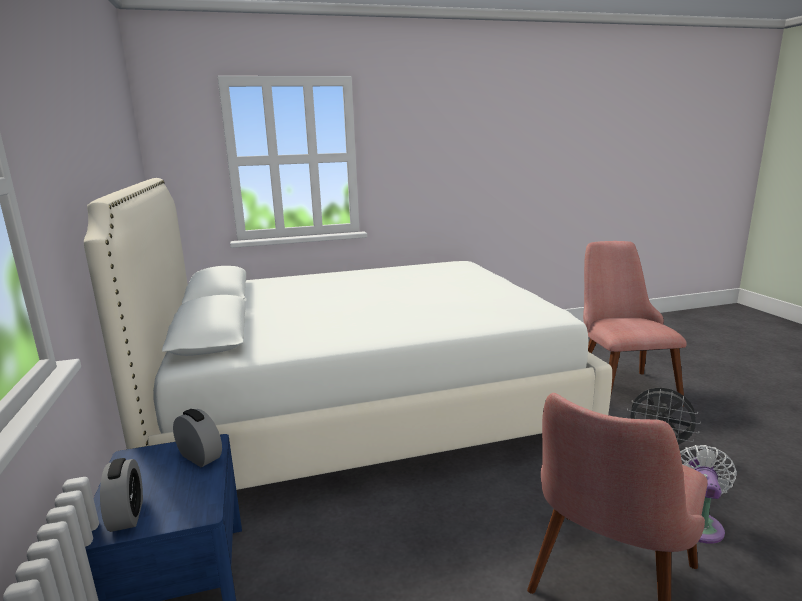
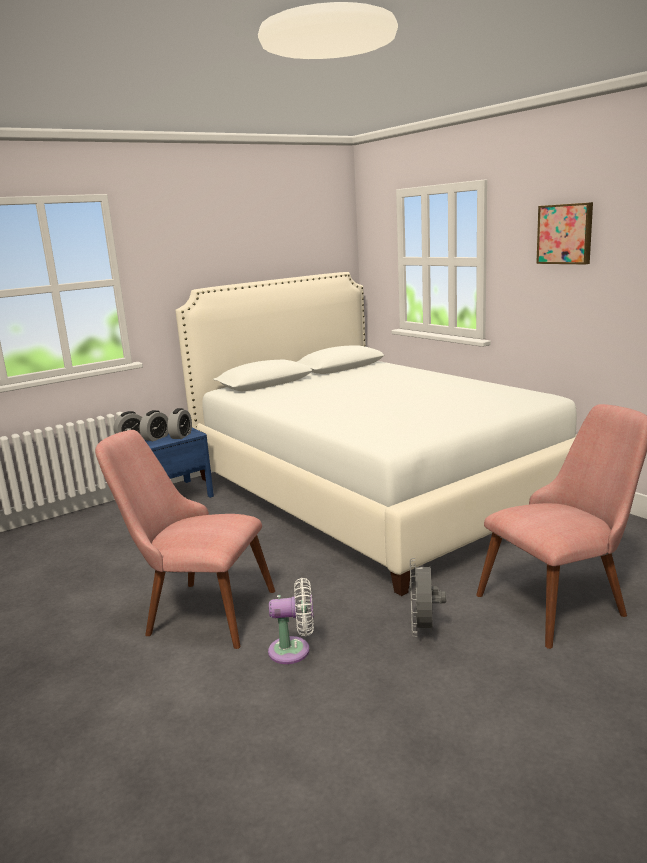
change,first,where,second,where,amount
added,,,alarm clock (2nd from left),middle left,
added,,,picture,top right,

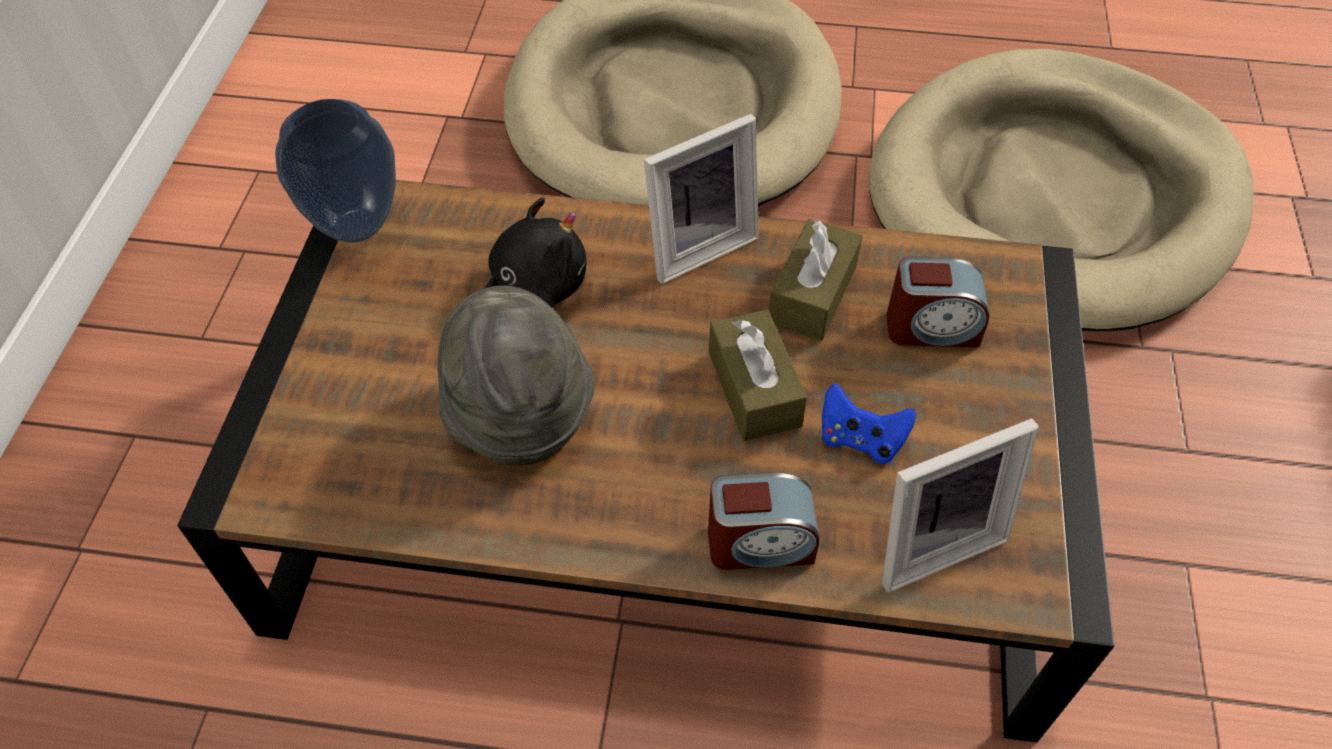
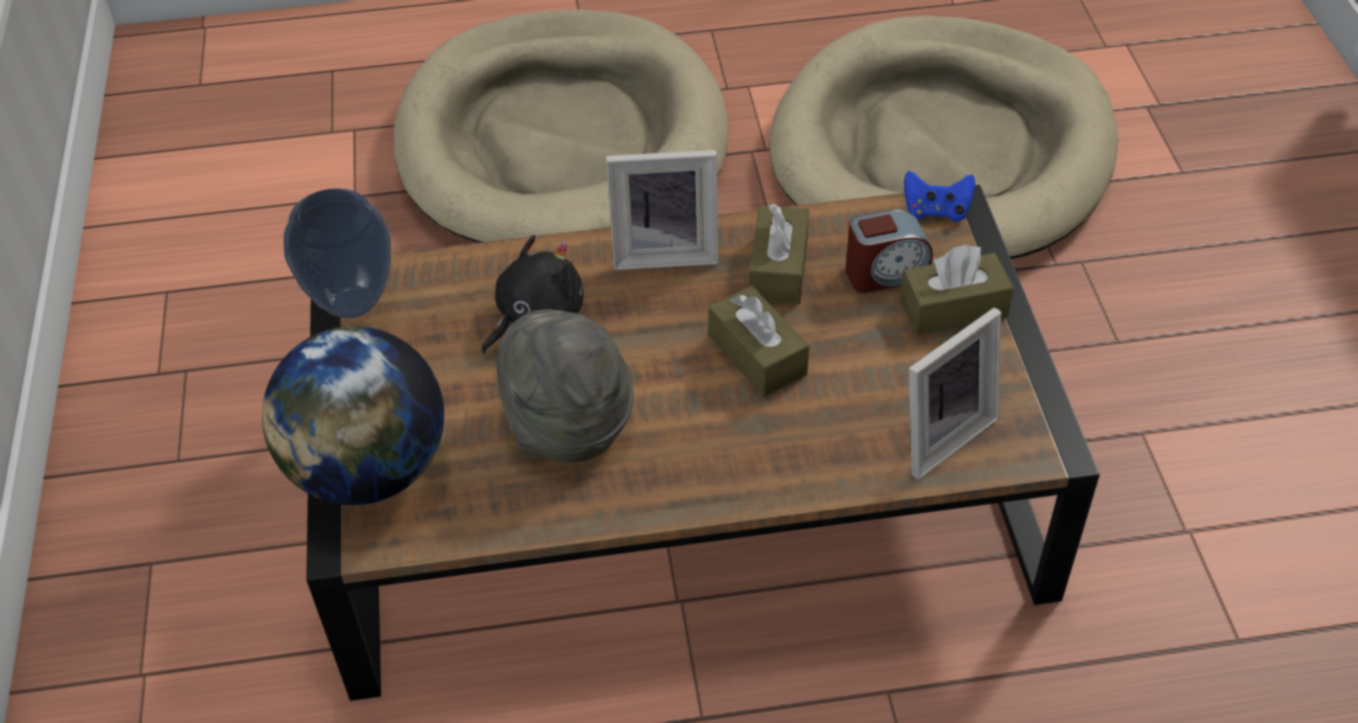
change,first,where,second,where,amount
removed,alarm clock (1st from left),bottom centre,,,
added,,,globe,middle left,
added,,,tissue box (brown) (3rd from left),middle right,
moved,game controller (blue),centre,,top right,
turned,picture frame (1st from left),top centre,,top centre,45 degrees clockwise

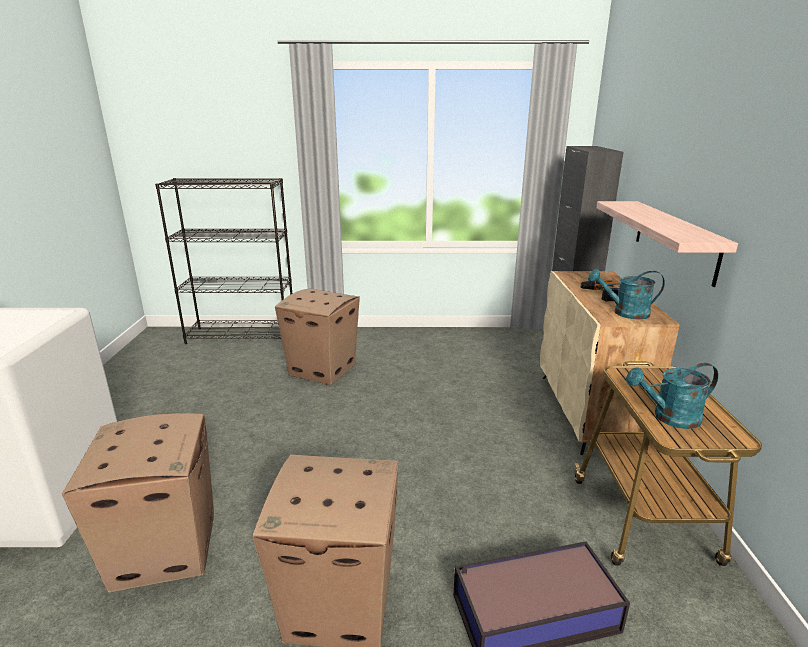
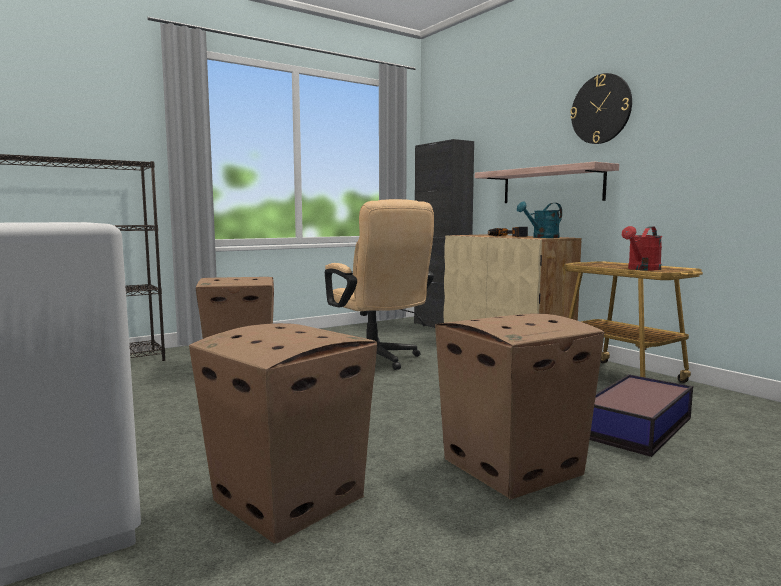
change,first,where,second,where,amount
added,,,office chair (beige),centre,
added,,,wall clock,top right,
recoloured,watering can (turquoise) (2nd from left),middle right,watering can (red),middle right,

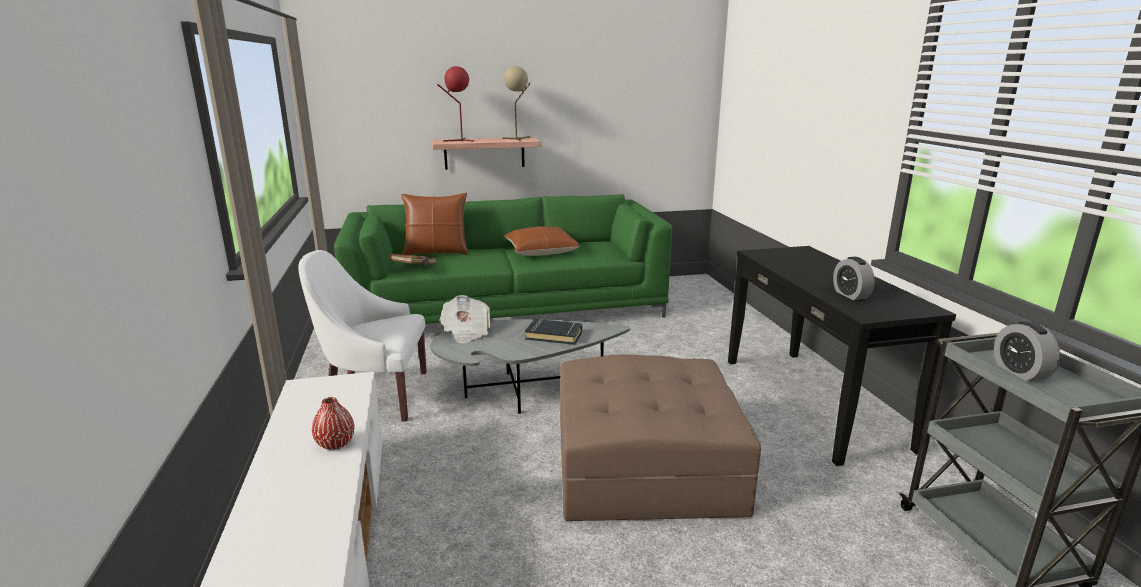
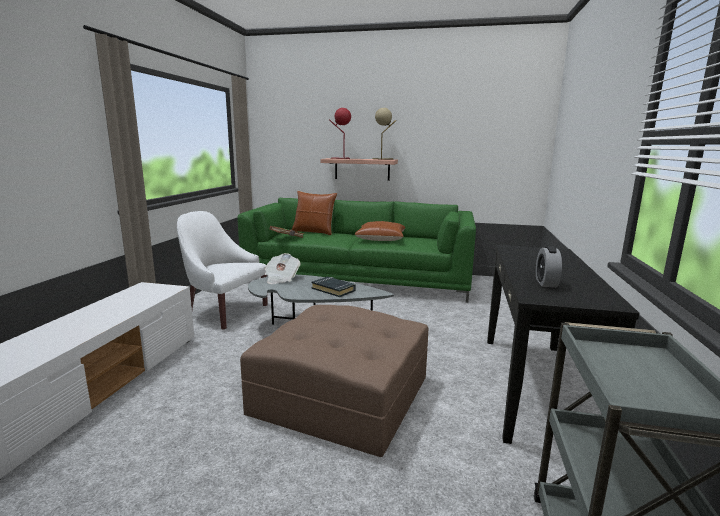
change,first,where,second,where,amount
removed,vase (red),bottom left,,,
removed,alarm clock (2nd from left),middle right,,,

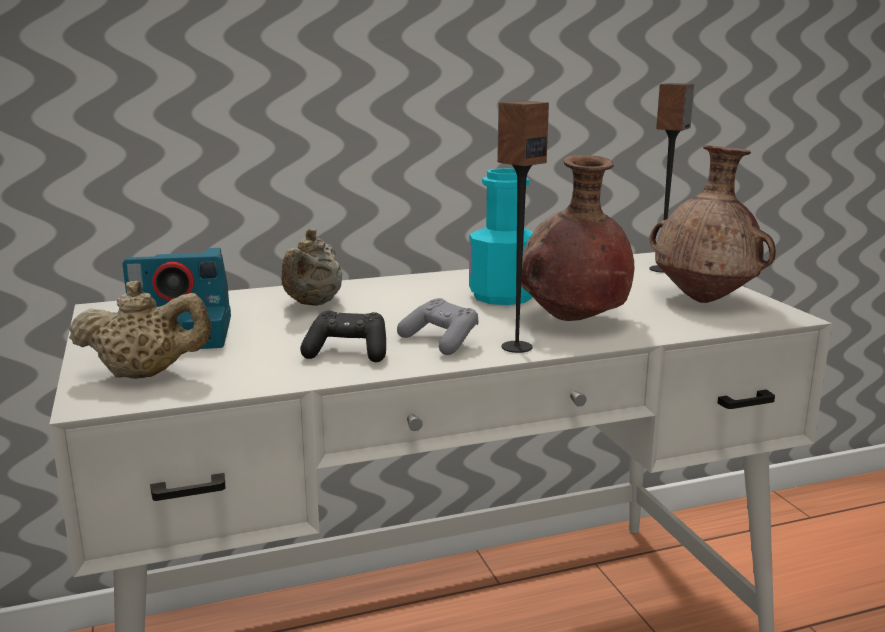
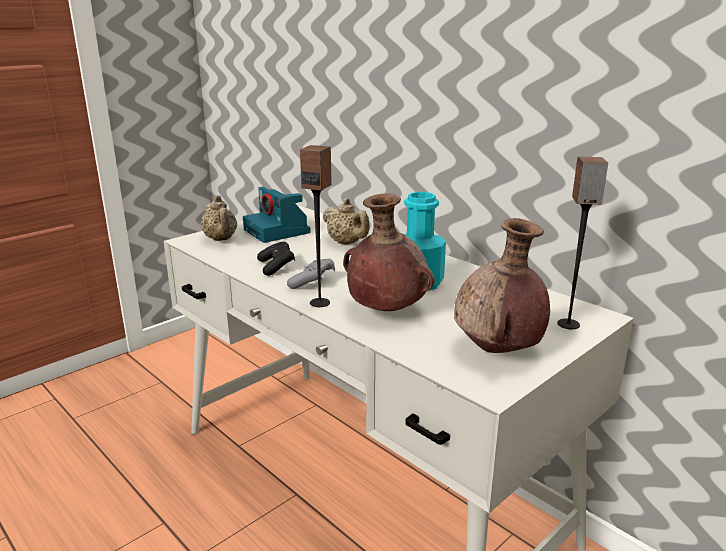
change,first,where,second,where,amount
turned,teapot (beige) (2nd from left),centre,,centre,120 degrees counterclockwise

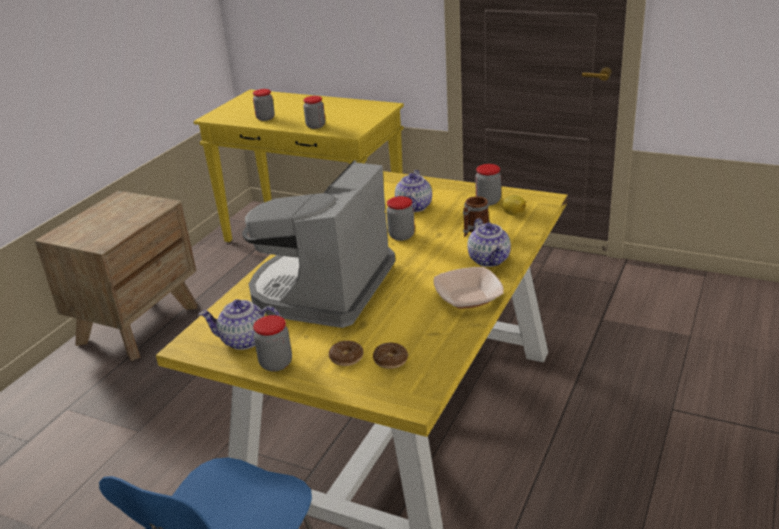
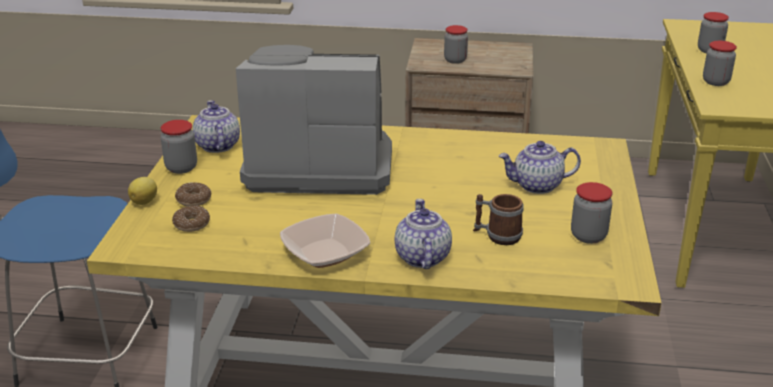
change,first,where,second,where,amount
moved,jar (4th from left in the first image),centre,jar (2nd from left),top centre,
moved,lemon,centre,,middle left,
turned,teapot (3rd from left in the first image),centre,teapot (2nd from left),centre,120 degrees clockwise

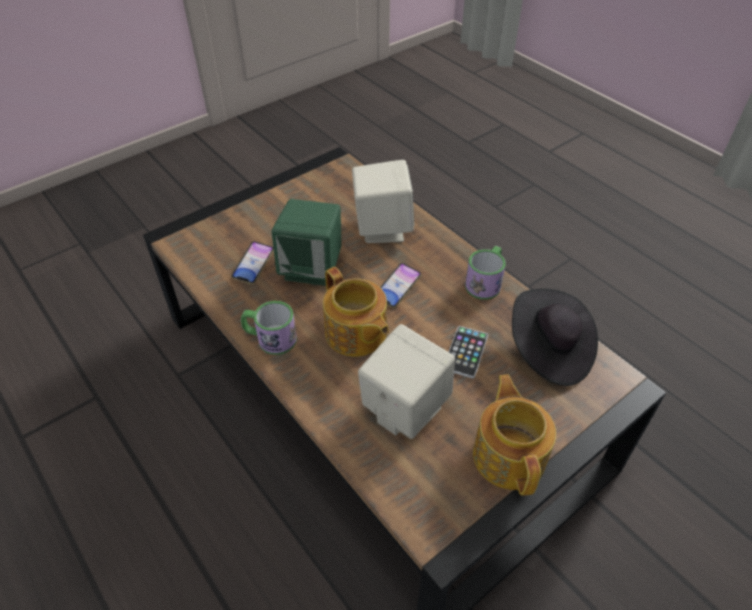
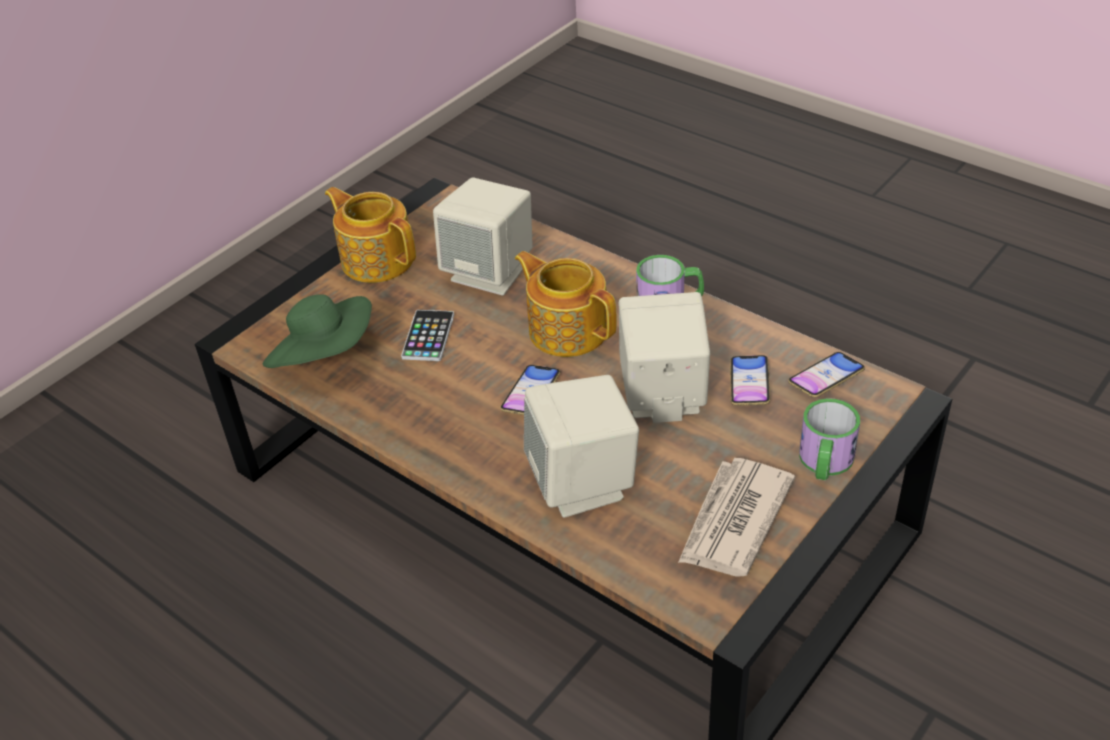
change,first,where,second,where,amount
added,,,newspaper,bottom centre,
added,,,phone (4th from left),middle right,
moved,mug (2nd from left),centre,,middle right,
recoloured,speaker (green),centre,speaker (beige) (3rd from left),centre,
recoloured,hat (black),middle right,hat (green),middle left,
turned,teapot (2nd from left in the first image),bottom right,teapot (1st from left),top centre,150 degrees clockwise

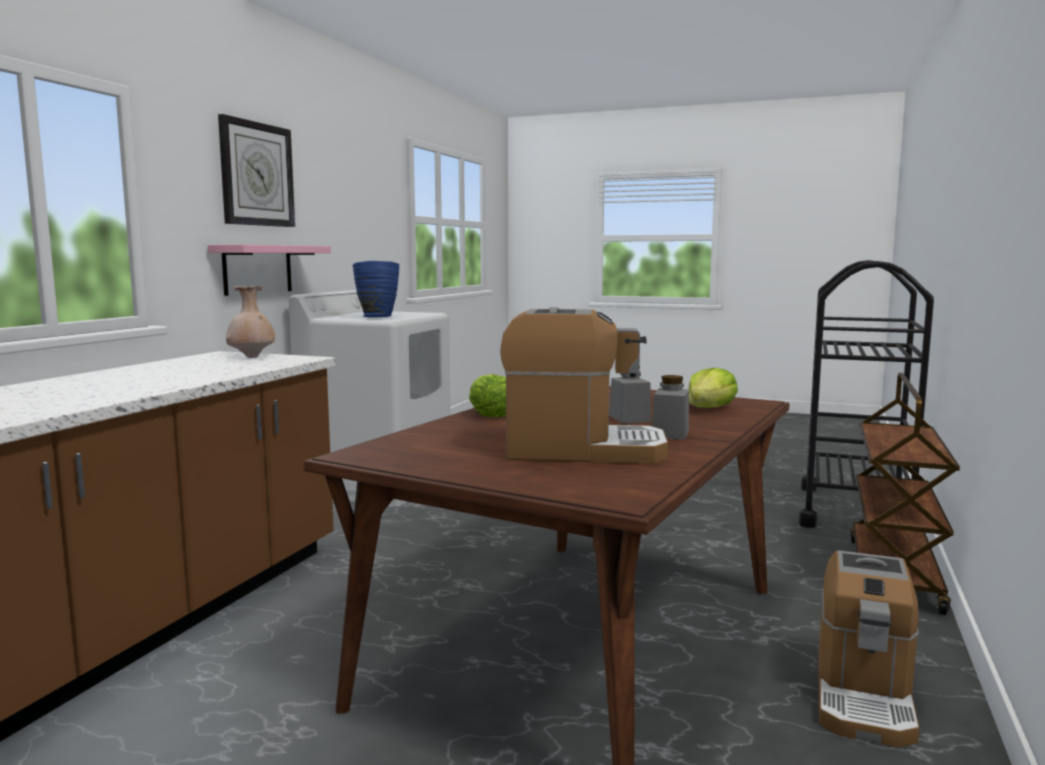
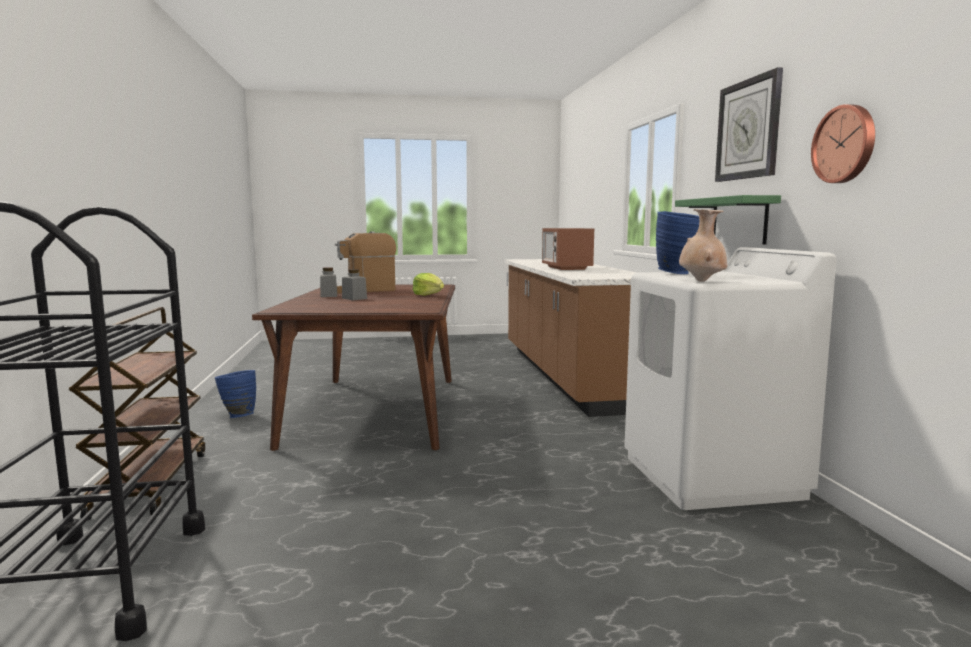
change,first,where,second,where,amount
removed,lettuce (2nd from left),middle right,,,
added,,,microwave,centre,
added,,,wall clock (2nd from left),top right,
moved,vase (beige),middle left,,middle right,
replaced,coffee machine (2nd from left),bottom right,vase (blue) (1st from left),middle left,
recoloured,shelf (pink),middle left,shelf (green),middle right,

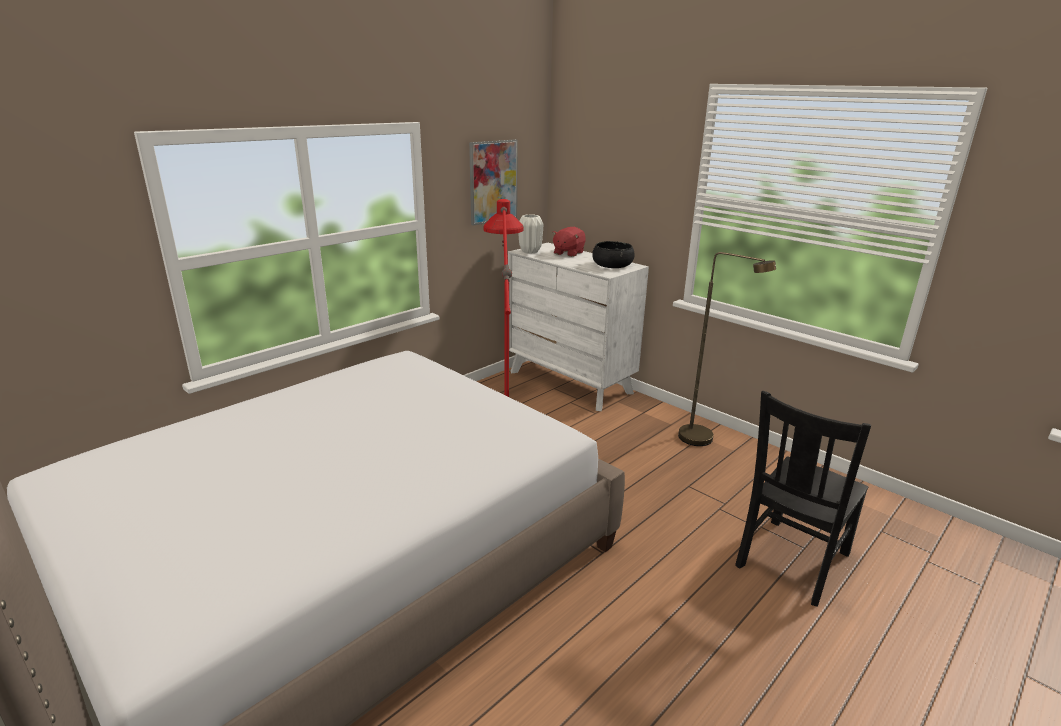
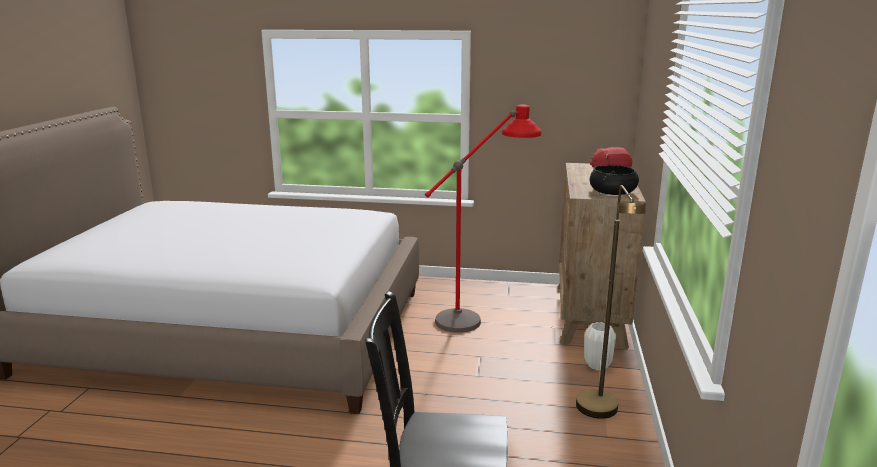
change,first,where,second,where,amount
removed,picture,top centre,,,
moved,vase (white),top centre,,bottom right,
recoloured,dresser (white),centre,dresser (brown),middle right,

